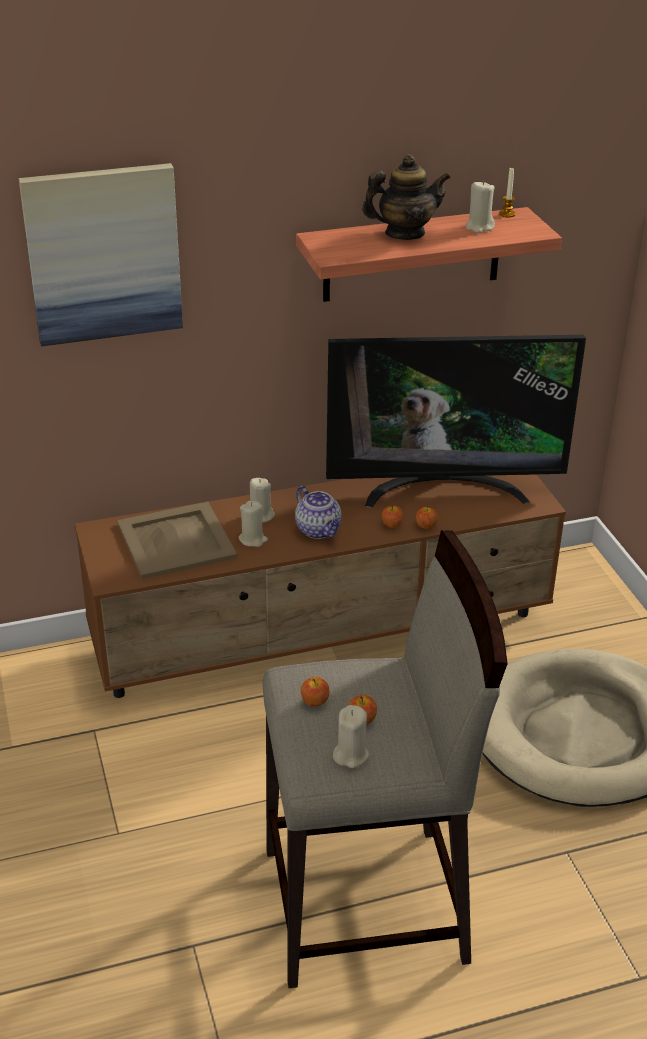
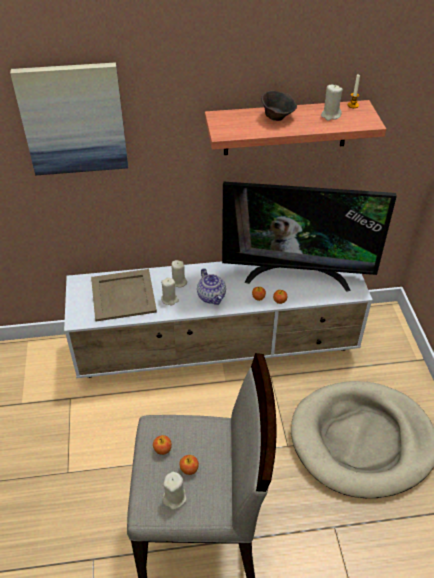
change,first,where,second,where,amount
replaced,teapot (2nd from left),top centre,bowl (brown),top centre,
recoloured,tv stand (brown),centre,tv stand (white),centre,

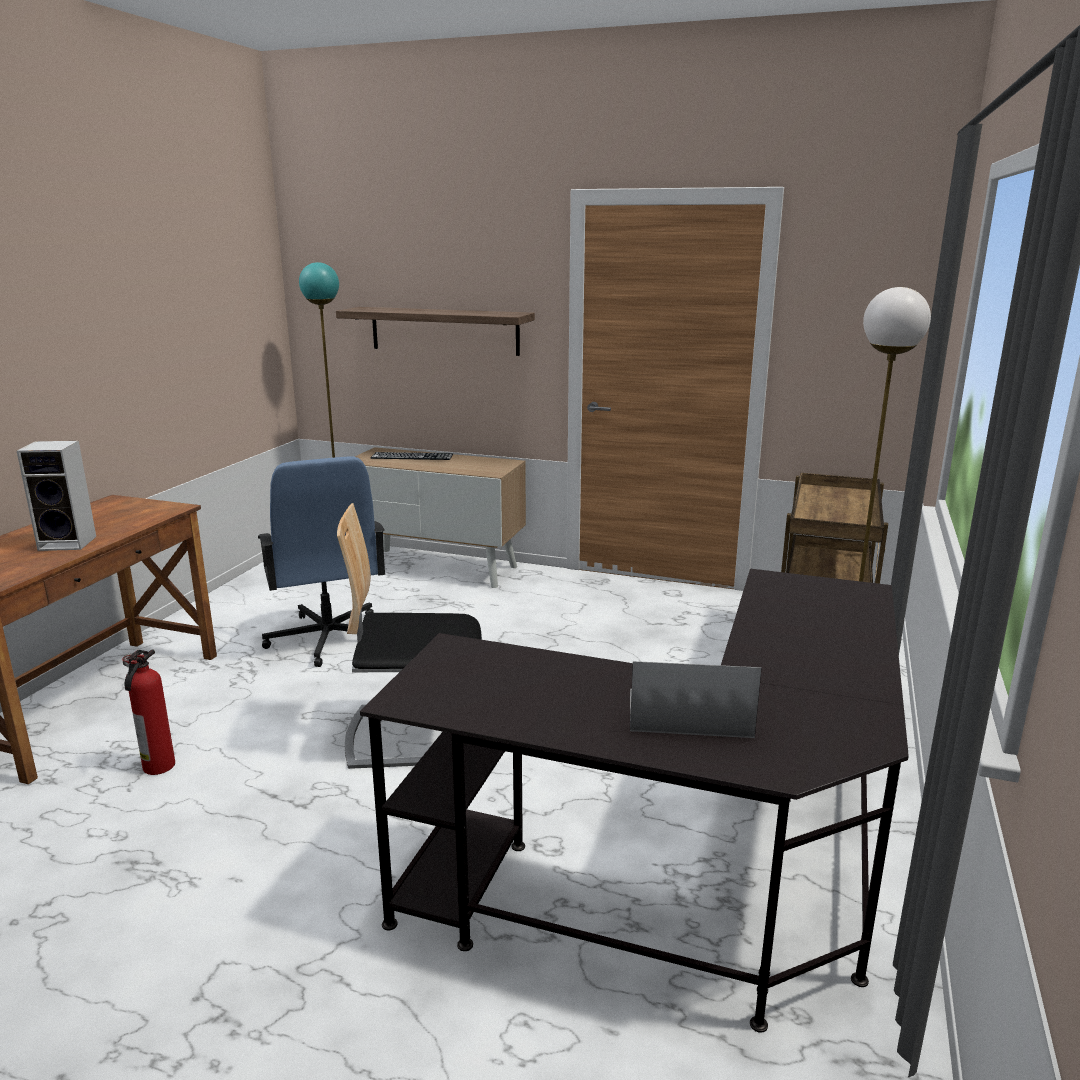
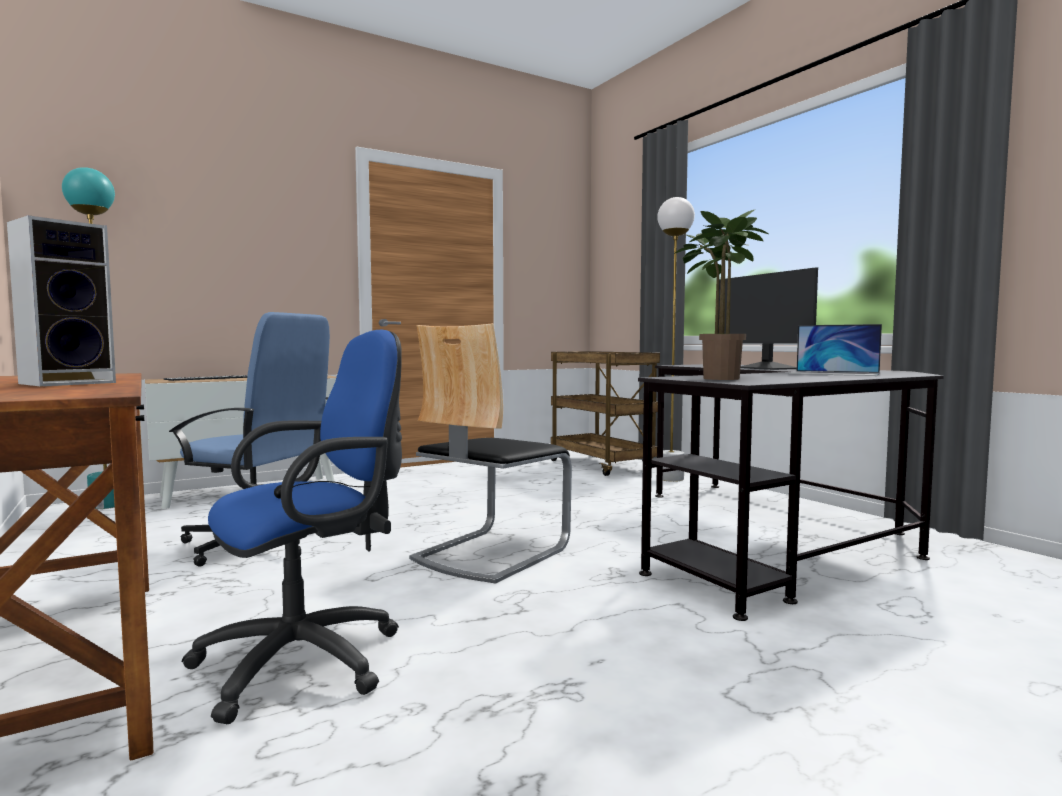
change,first,where,second,where,amount
removed,shelf,top centre,,,
added,,,potted plant,middle right,
added,,,monitor,middle right,
replaced,fire extinguisher,middle left,office chair (blue) (2nd from left),middle left,
turned,laptop,centre,,middle right,105 degrees counterclockwise

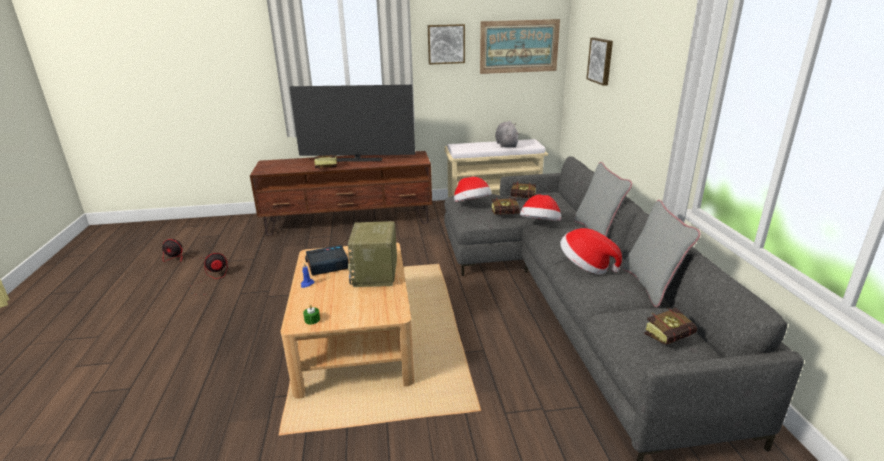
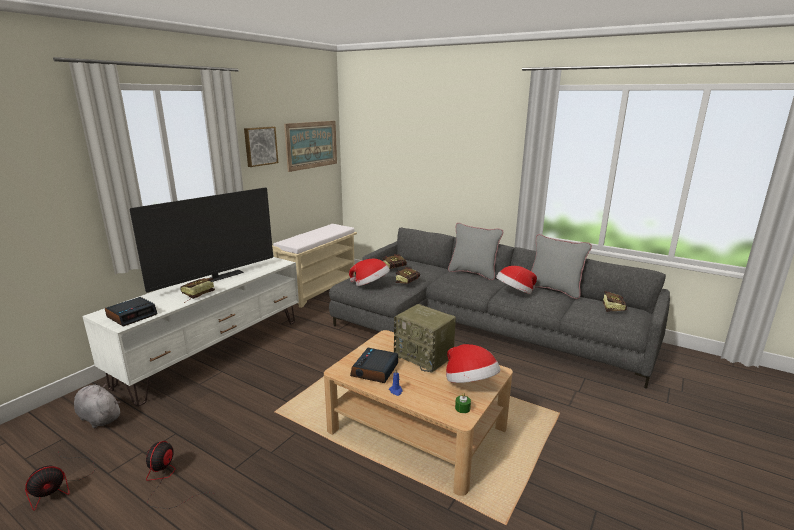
change,first,where,second,where,amount
removed,picture (3rd from left),top right,,,
added,,,alarm clock (1st from left),middle left,
moved,plush toy (grey),top centre,,bottom left,
moved,hat (2nd from left),centre,,bottom centre,
recoloured,tv stand (brown),centre,tv stand (white),middle left,

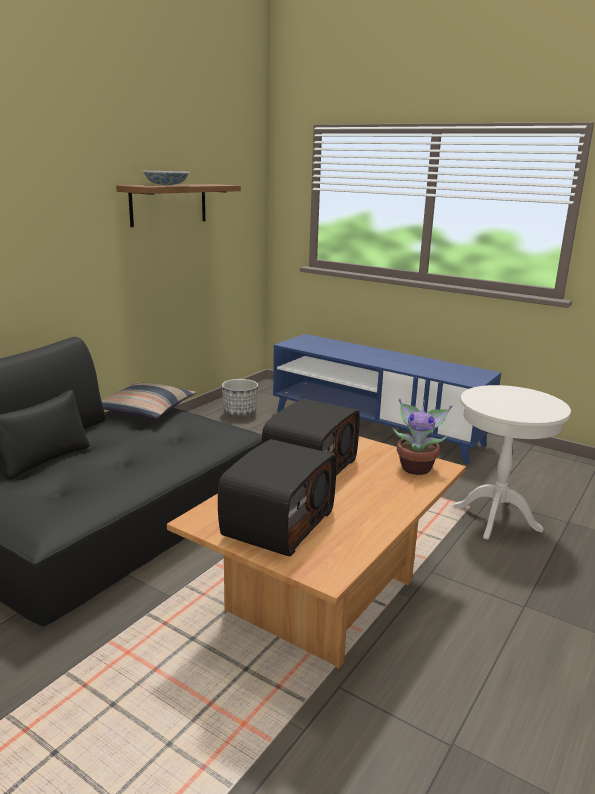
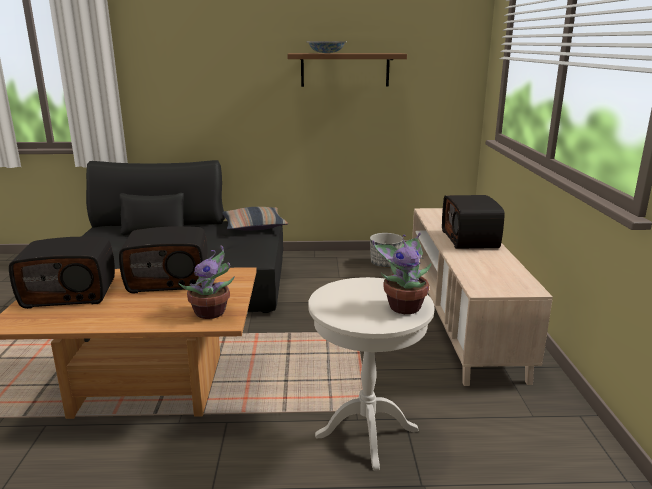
change,first,where,second,where,amount
added,,,potted plant (2nd from left),centre,
added,,,radio (3rd from left),middle right,
recoloured,tv stand (blue),centre,tv stand (beige),middle right,

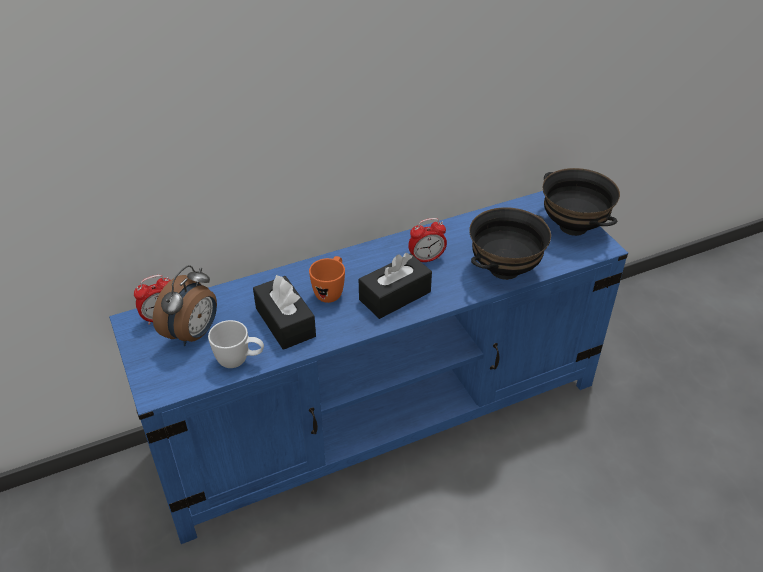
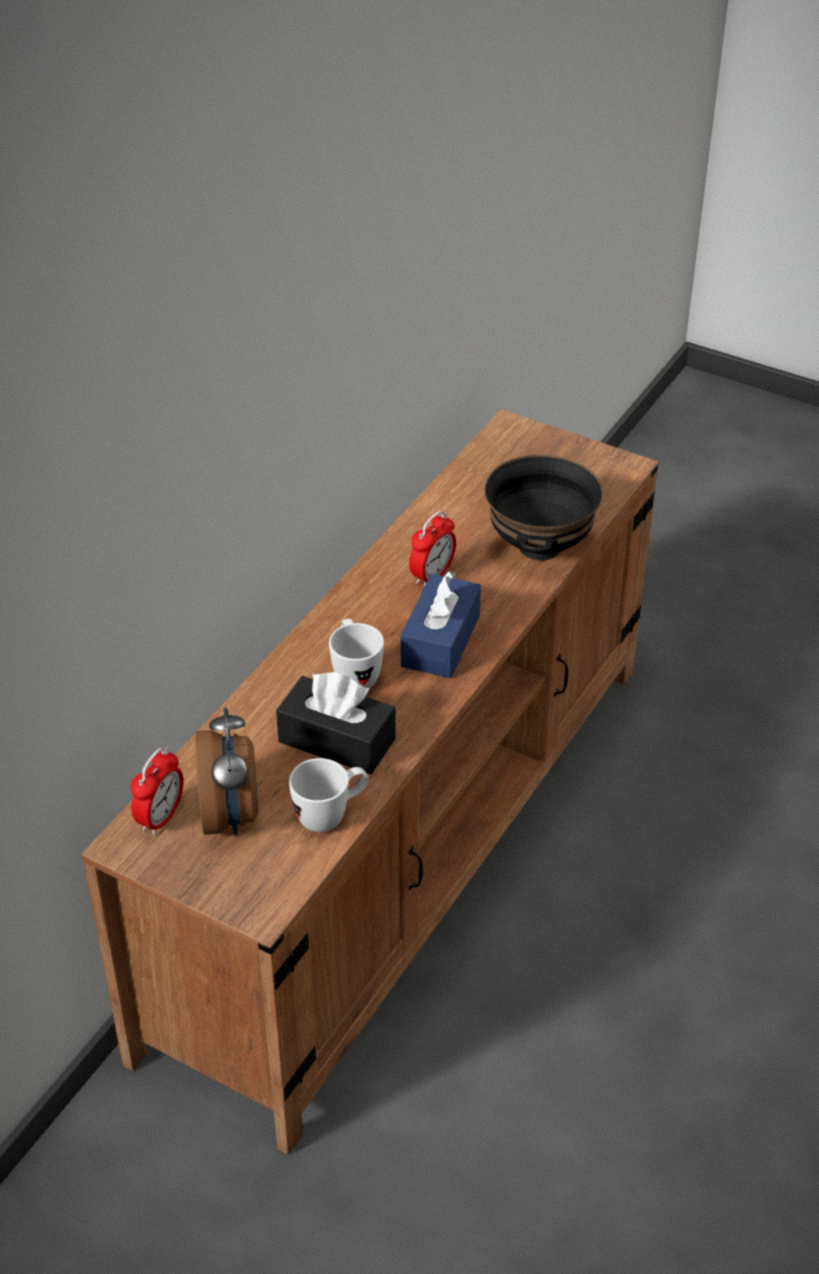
change,first,where,second,where,amount
removed,bowl (black) (2nd from left),middle right,,,
recoloured,tv stand (blue),centre,tv stand (brown),centre,
recoloured,mug (orange),centre,mug (white) (2nd from left),centre,
recoloured,tissue box (black) (2nd from left),centre,tissue box (blue),centre,

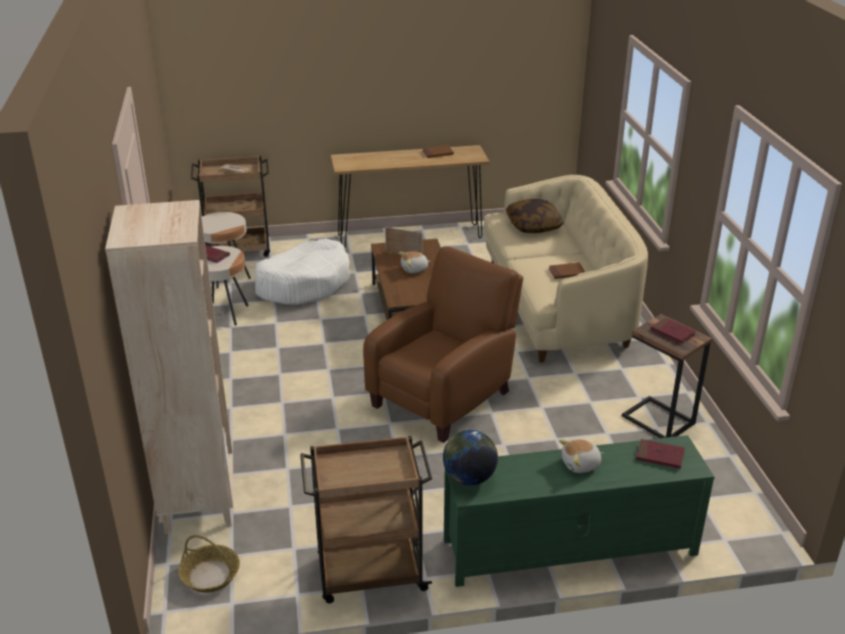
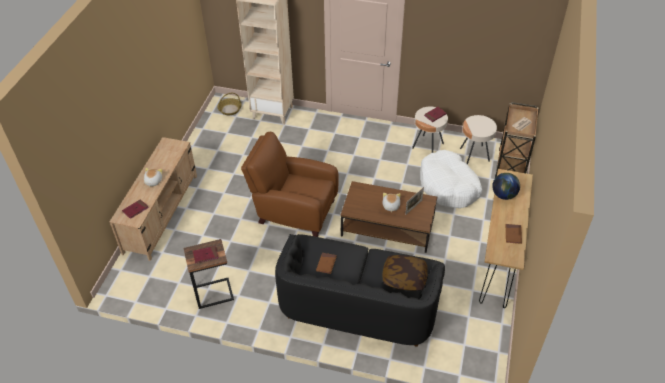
change,first,where,second,where,amount
removed,cart (brown) (2nd from left),bottom centre,,,
moved,globe,bottom centre,,middle right,
recoloured,tv stand (green),bottom right,tv stand (beige),middle left,
recoloured,sofa (beige),middle right,sofa (black),bottom centre,
turned,armchair (brown),centre,,centre,135 degrees clockwise

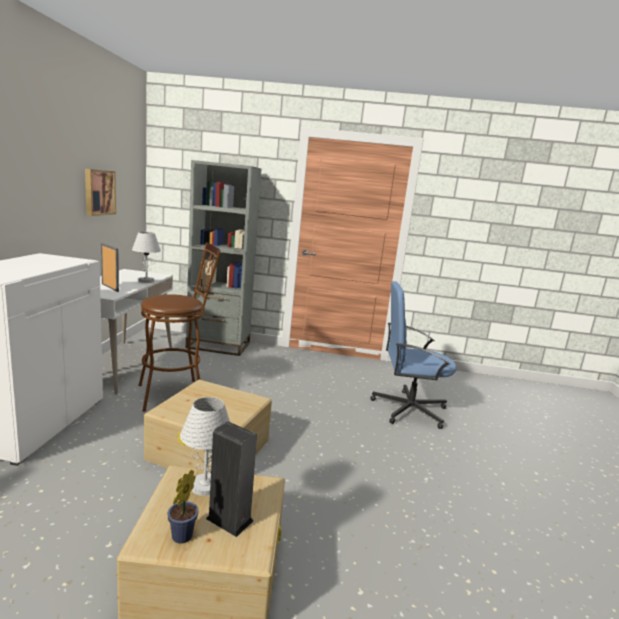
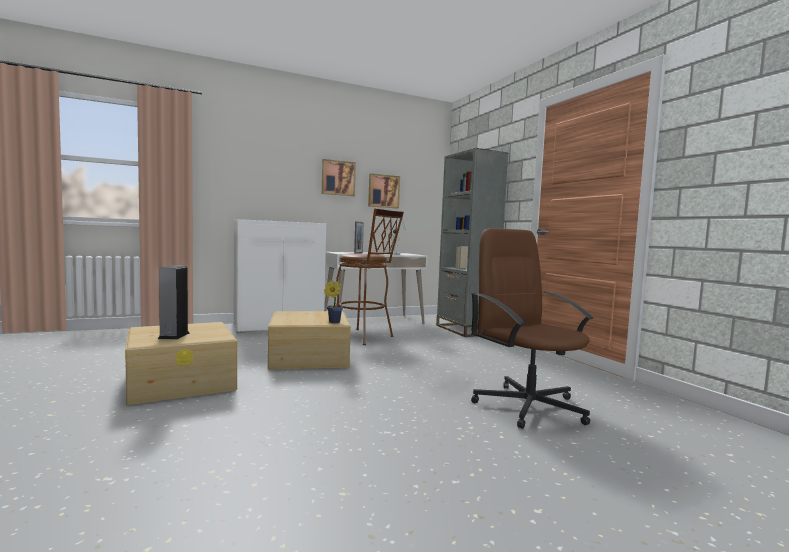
change,first,where,second,where,amount
removed,table lamp (white) (2nd from left),bottom left,,,
added,,,picture (1st from left),top centre,
moved,potted plant,bottom left,,centre,
recoloured,office chair (blue),middle right,office chair (brown),middle right,

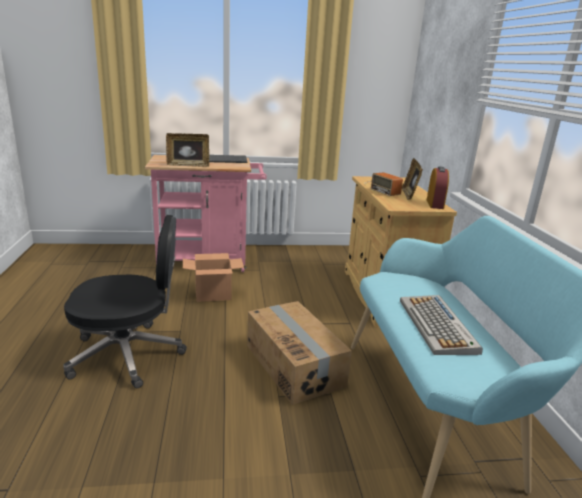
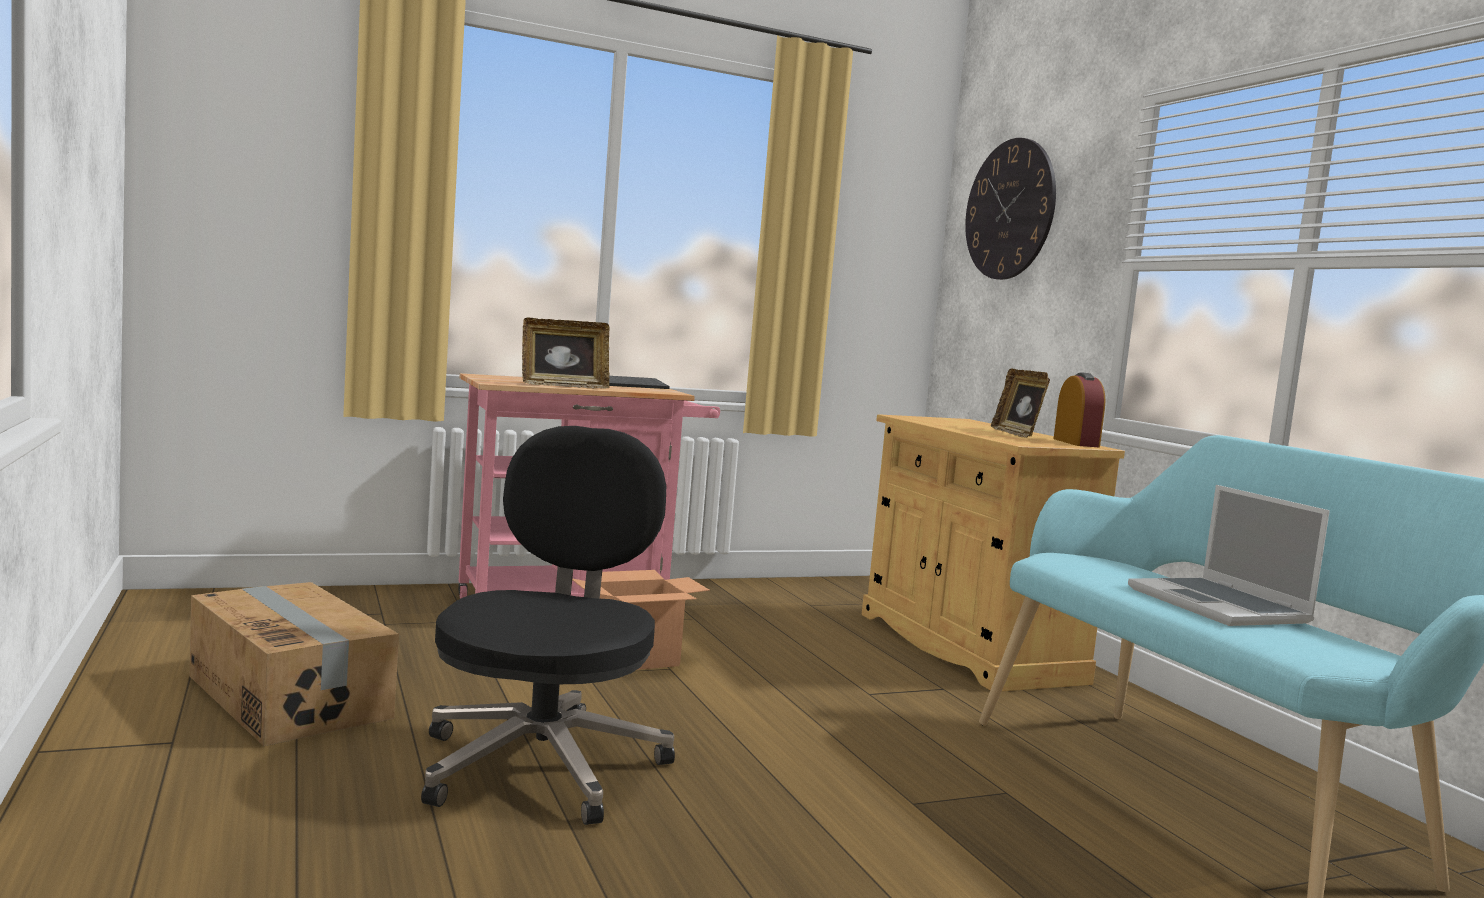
change,first,where,second,where,amount
removed,radio,centre,,,
added,,,wall clock,top right,
moved,cardboard box (2nd from left in the first image),bottom centre,cardboard box (1st from left),bottom left,
replaced,keyboard (2nd from left),middle right,laptop,middle right,
turned,office chair (black),middle left,,bottom centre,60 degrees counterclockwise

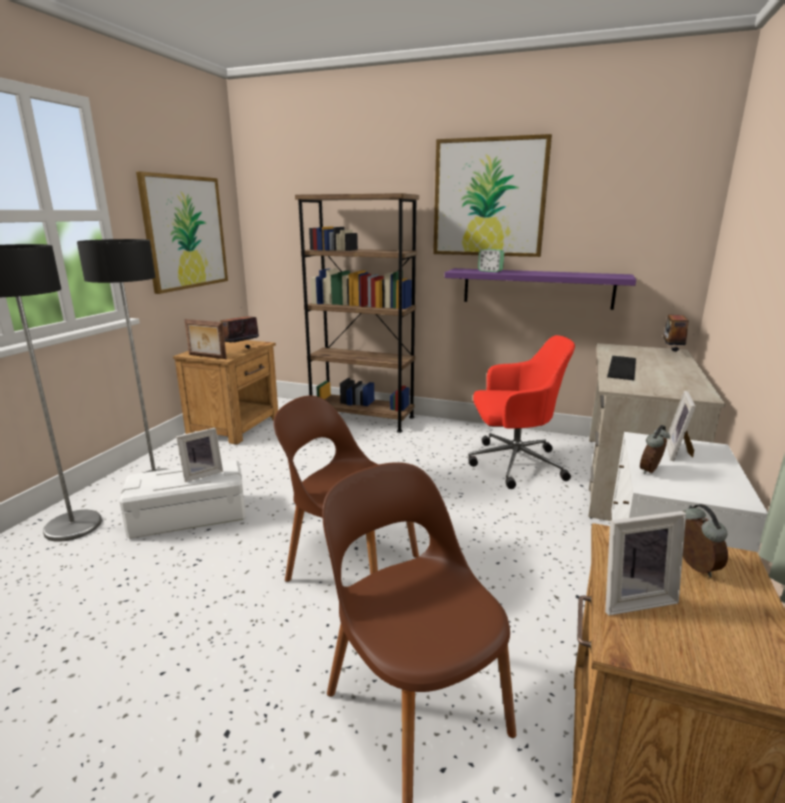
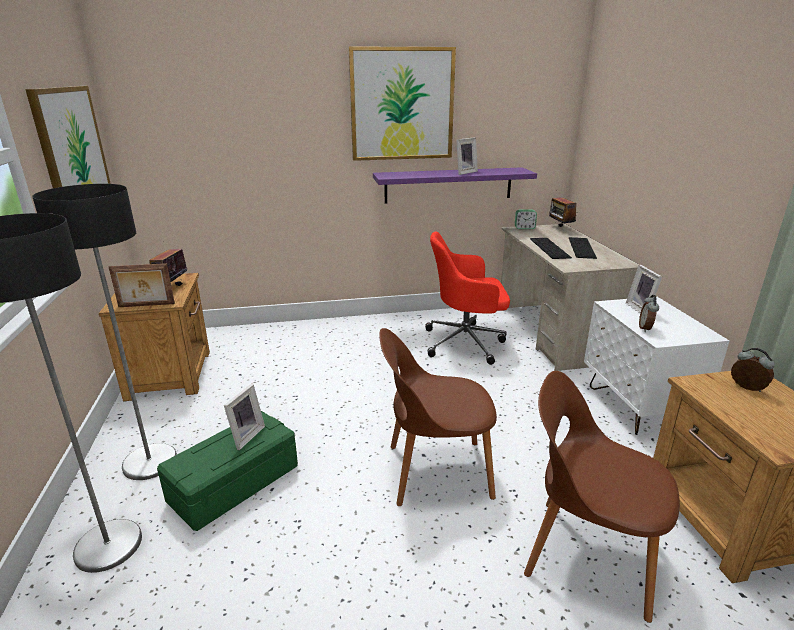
change,first,where,second,where,amount
removed,bookcase (brown),centre,,,
added,,,keyboard (2nd from left),middle right,
moved,alarm clock (1st from left),top centre,,centre,
moved,picture frame (3rd from left),bottom right,,top centre,
recoloured,storage box (white),middle left,storage box (green),bottom left,
turned,office chair (red),centre,,centre,150 degrees counterclockwise

